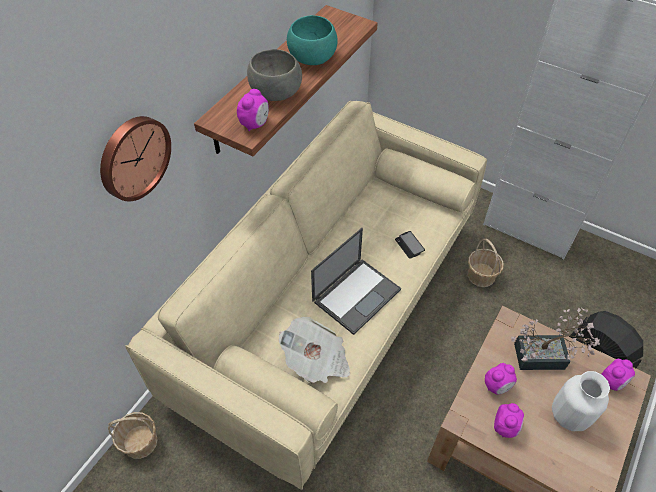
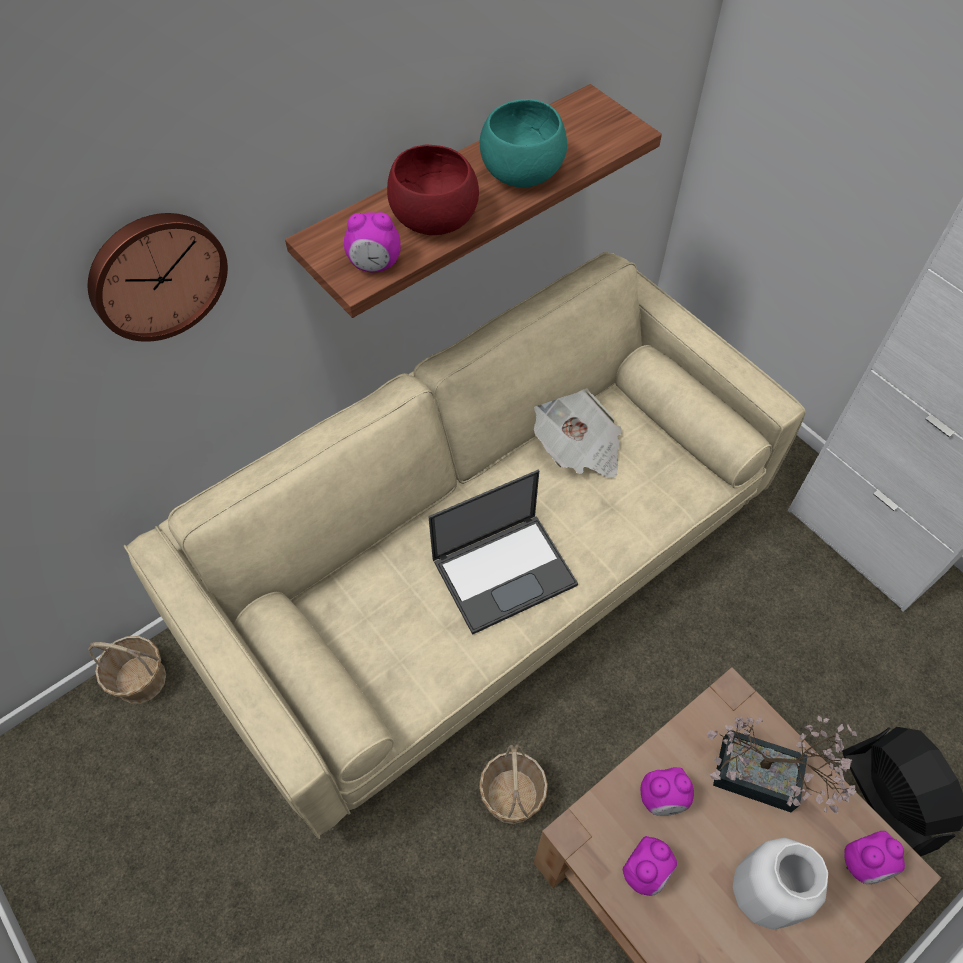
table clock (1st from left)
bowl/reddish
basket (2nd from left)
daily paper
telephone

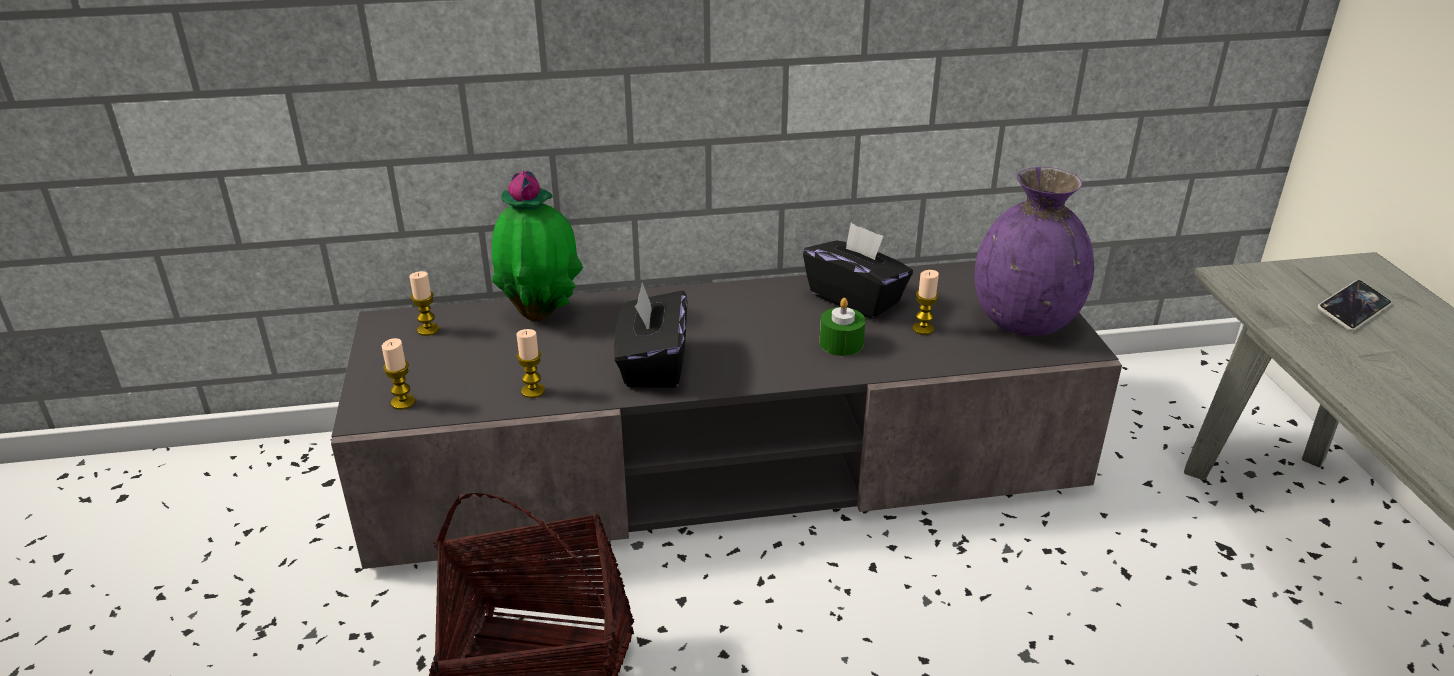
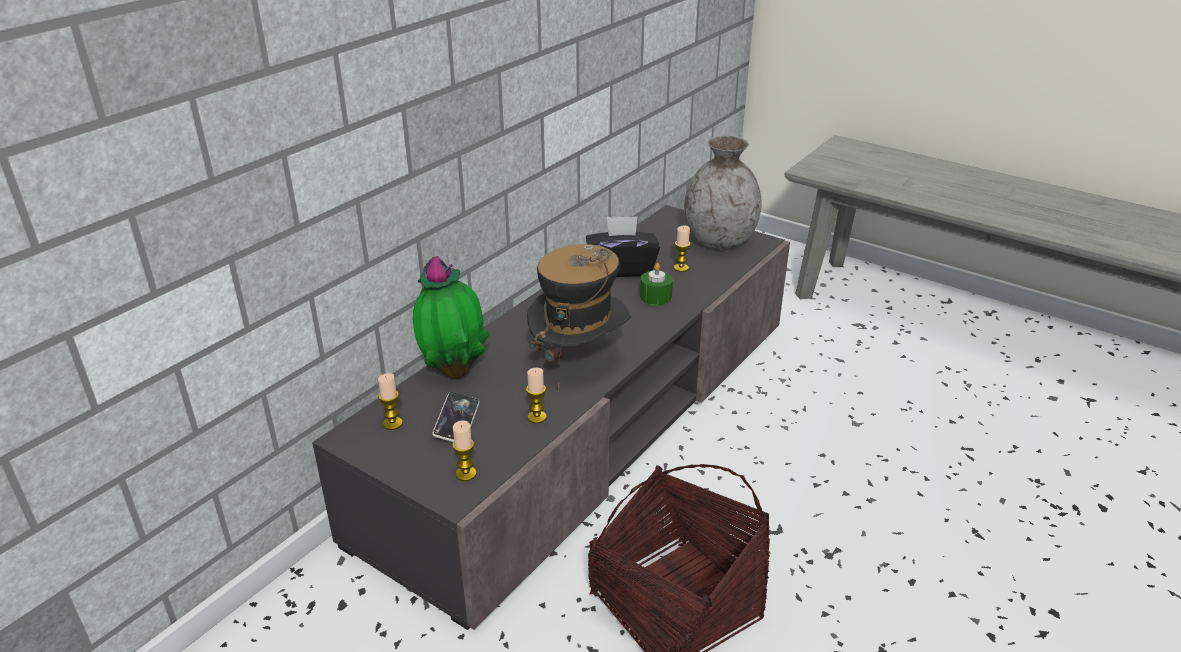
telephone
wearable hat
flower vase/gray

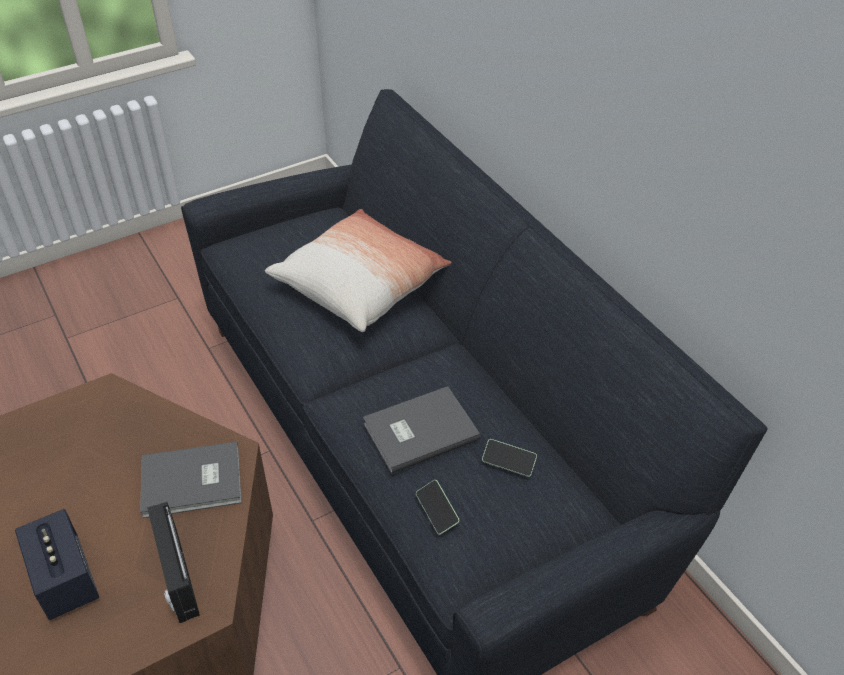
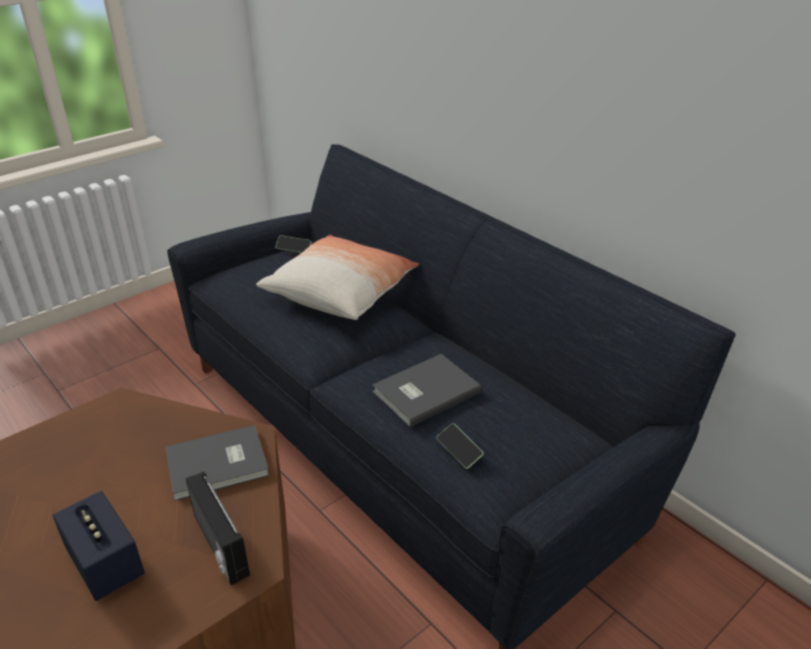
telephone (1st from left)

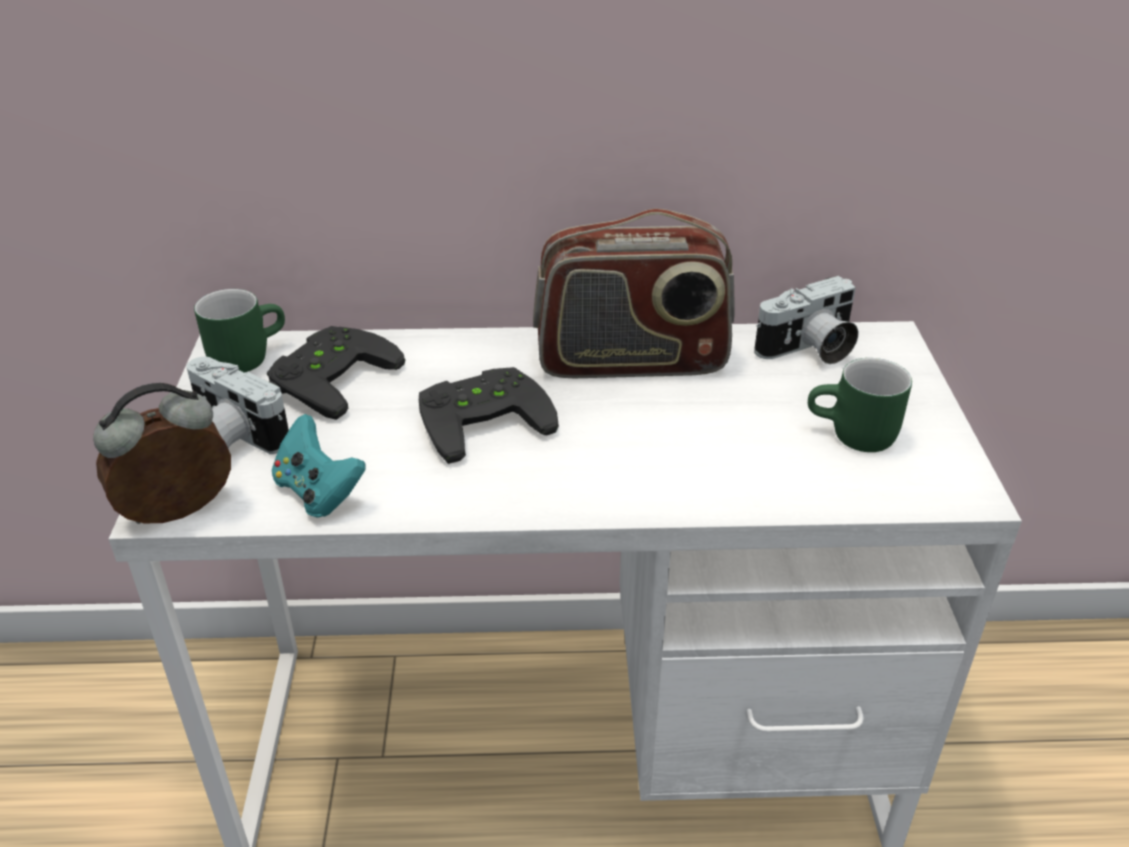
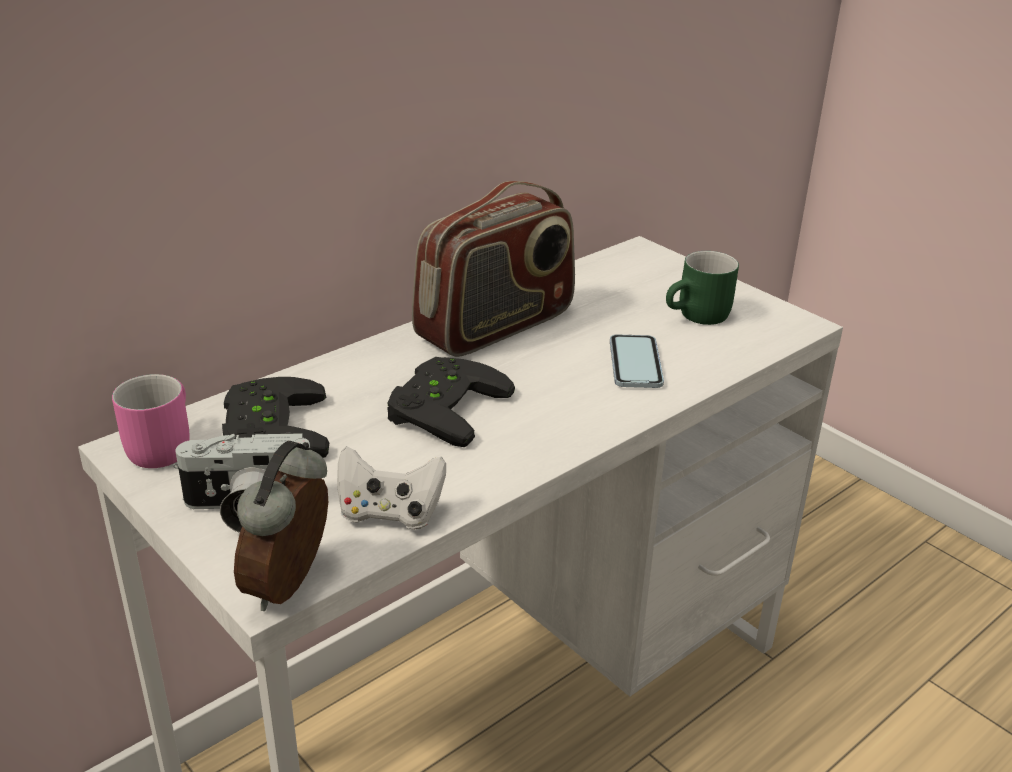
coffee mug/pinkish
joypad/white
telephone
photo camera (2nd from left in the first image)

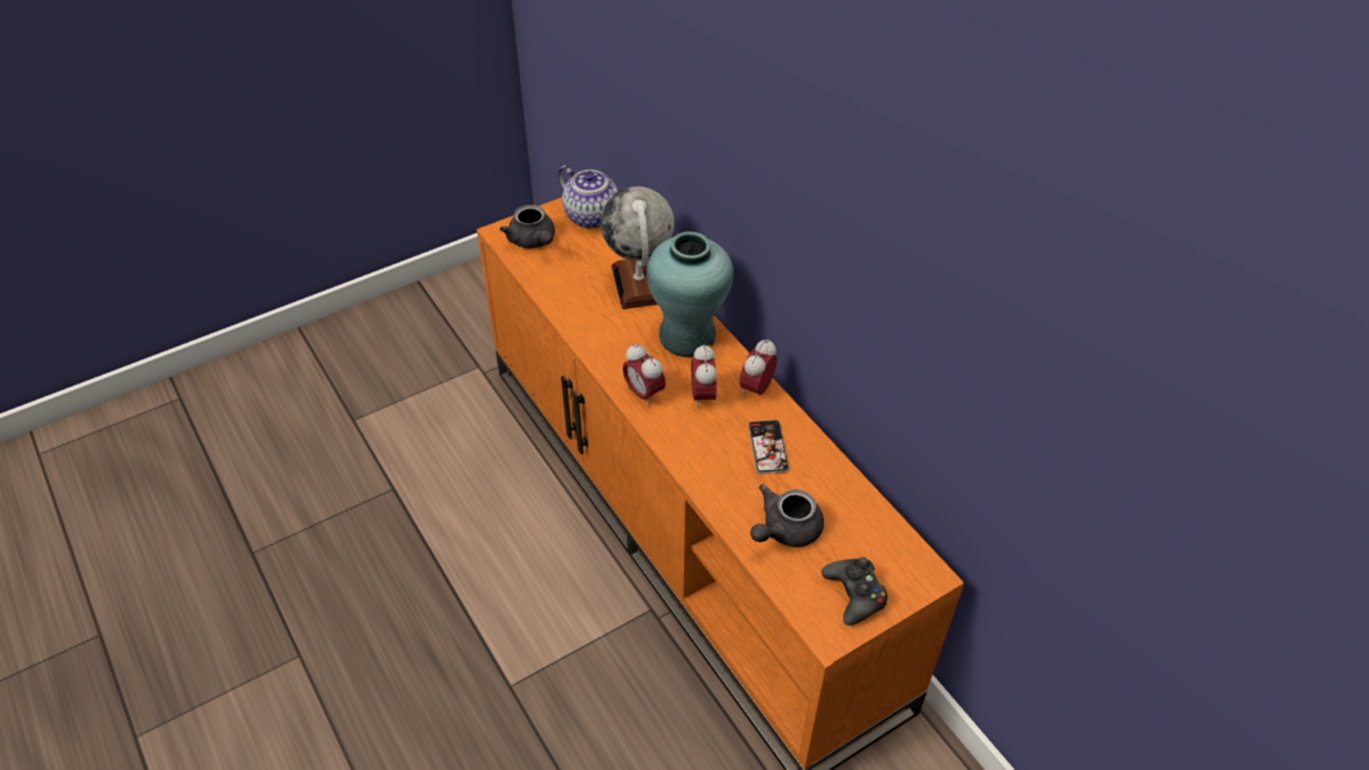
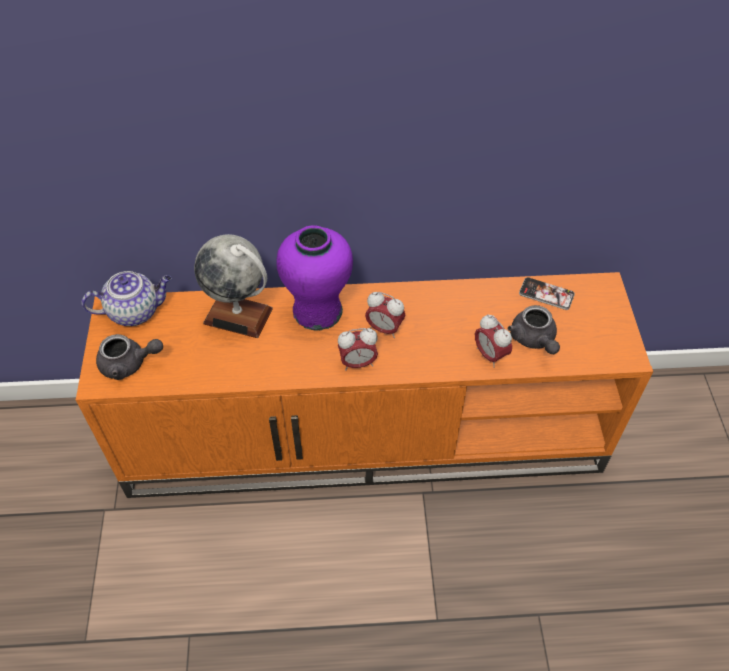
flower vase/purplish
table clock (3rd from left)
telephone
joypad/black-coloured

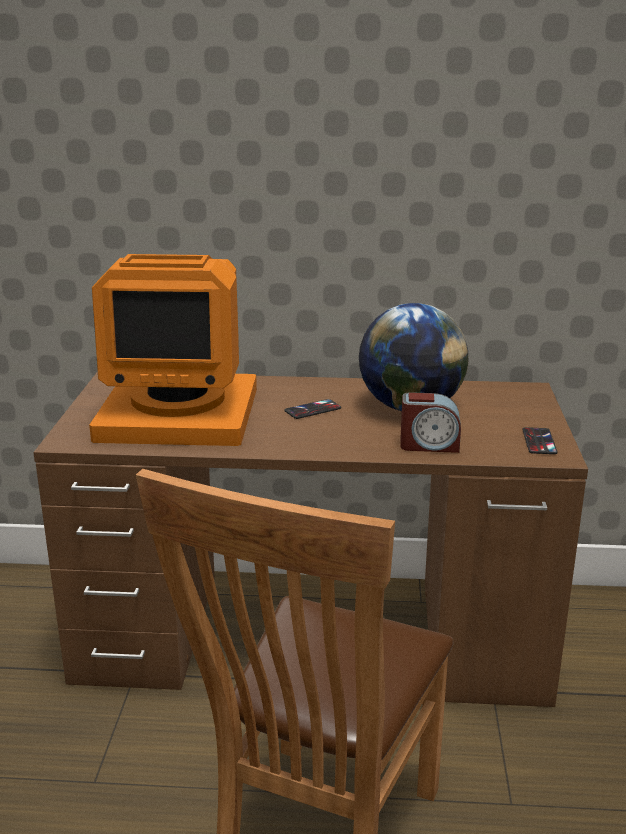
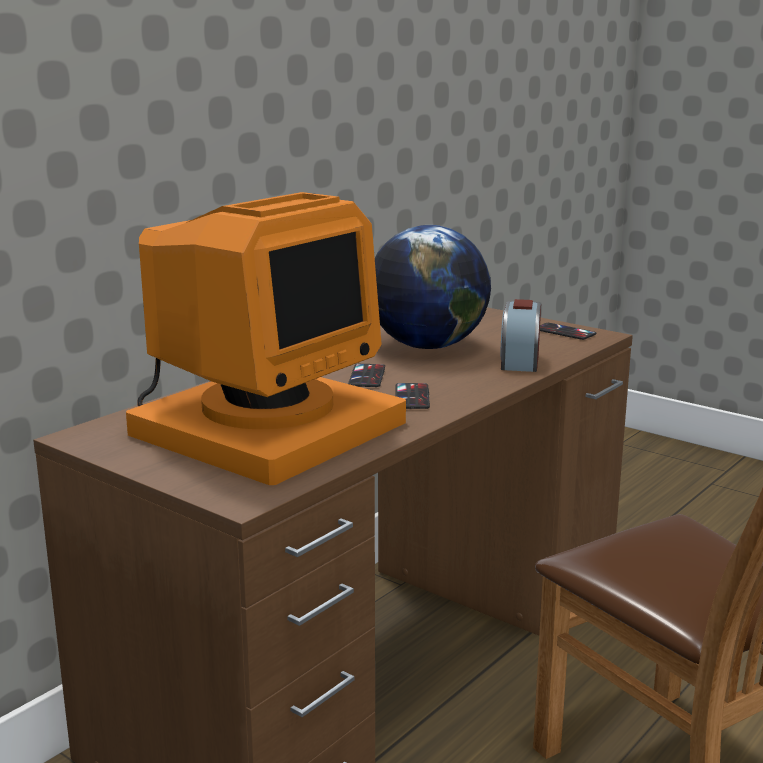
telephone (2nd from left)
table clock

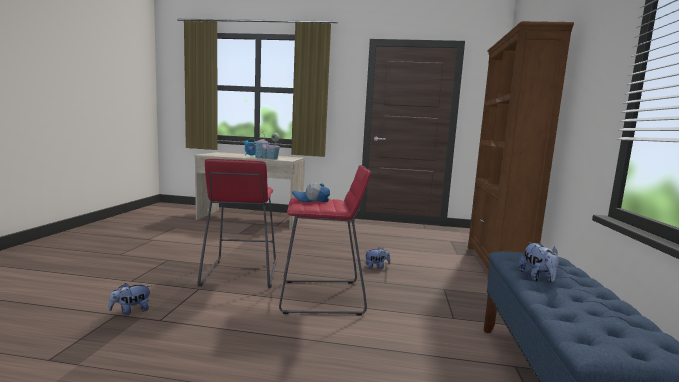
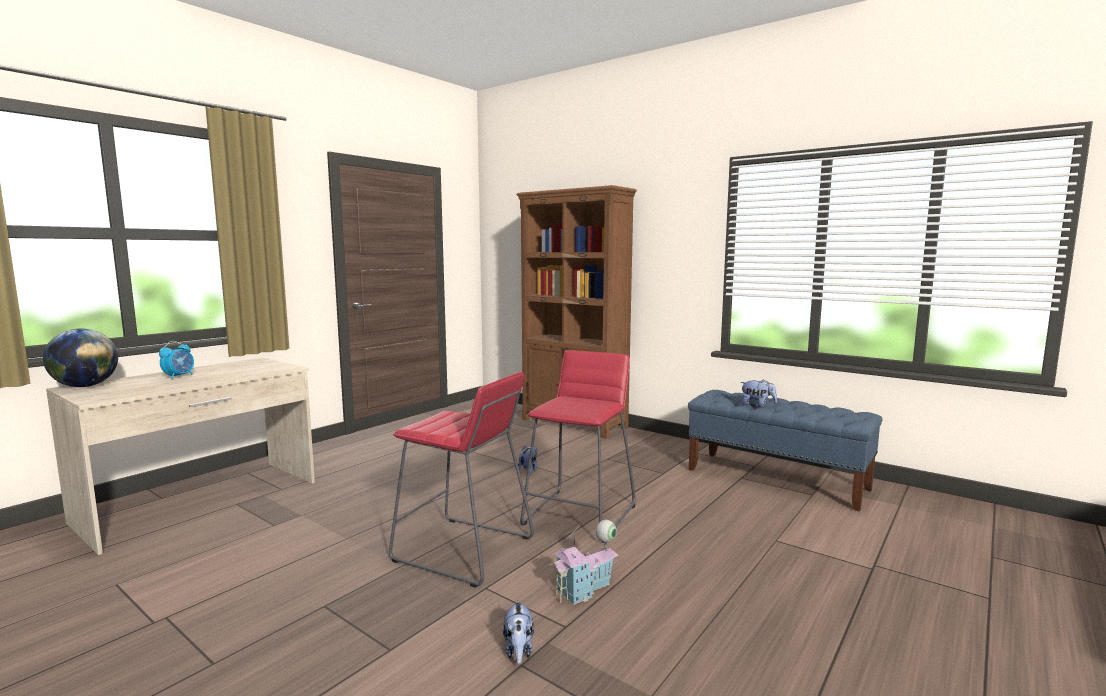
globe
model house
peaked cap

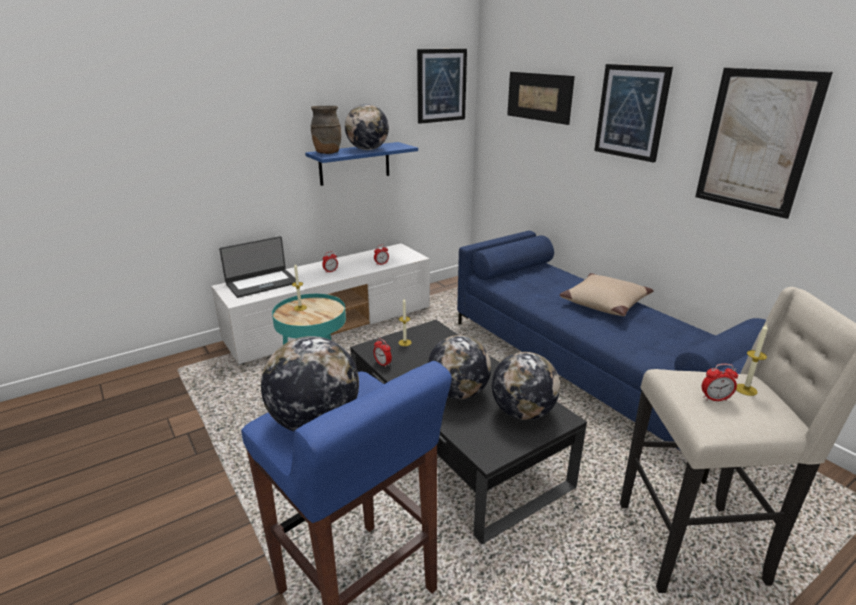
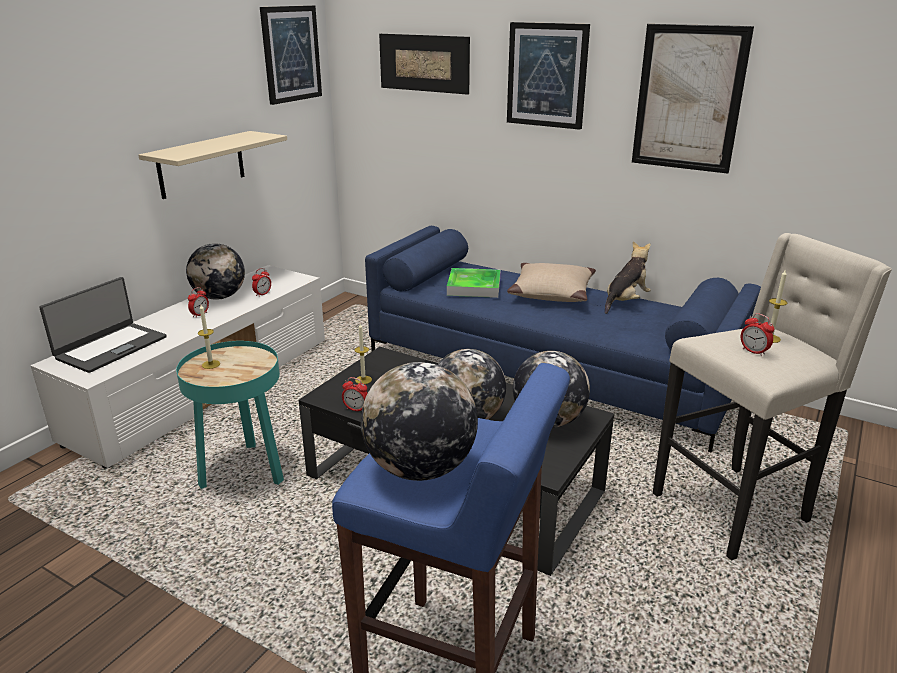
shelf/beige
globe (1st from left)
carrying tray
plush toy
table clock (4th from left)
flower vase/brownish

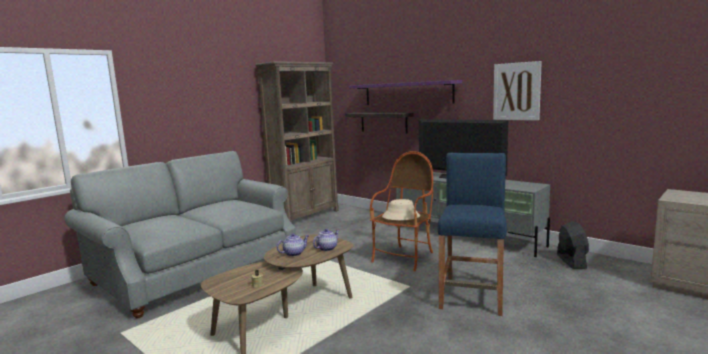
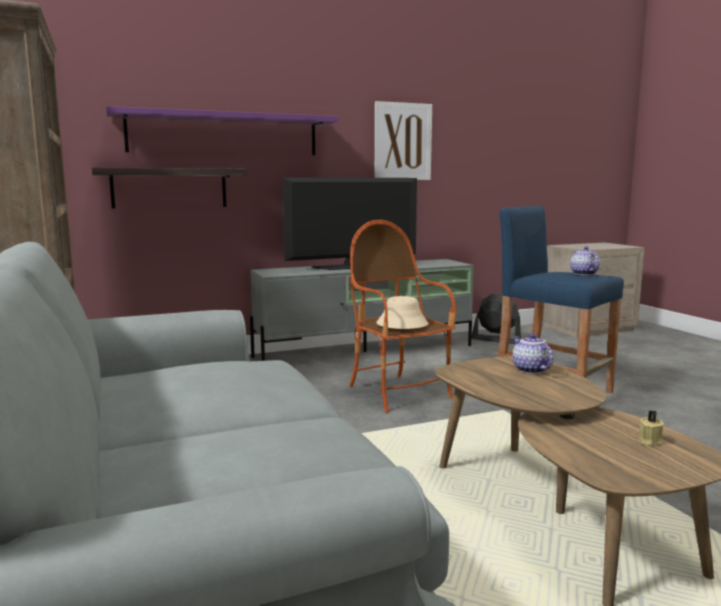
pot for tea (2nd from left)

